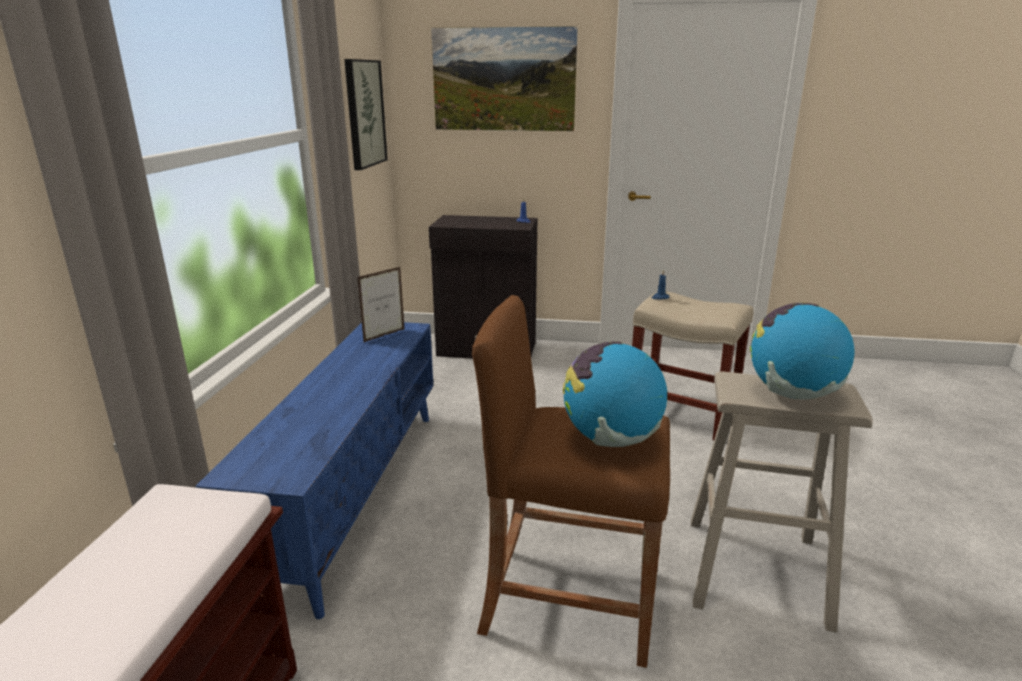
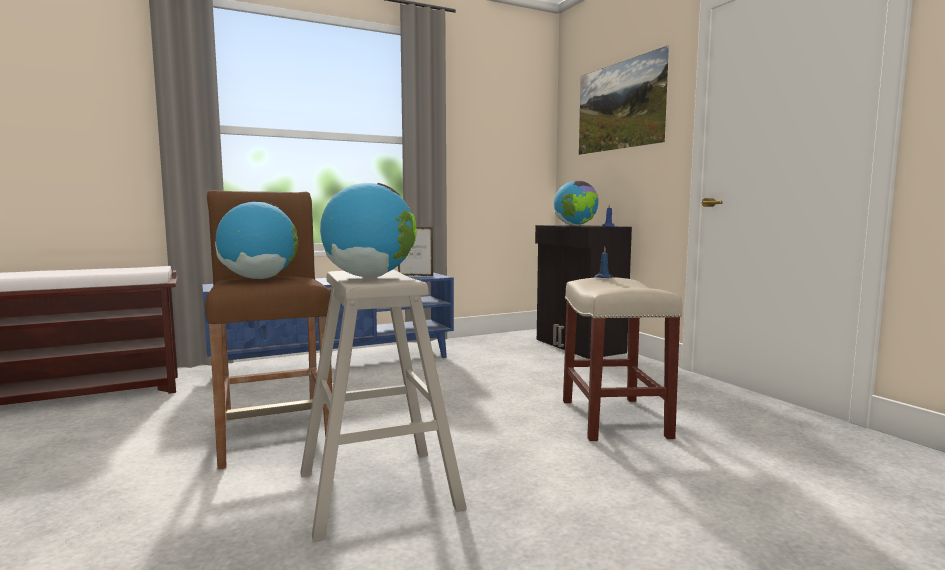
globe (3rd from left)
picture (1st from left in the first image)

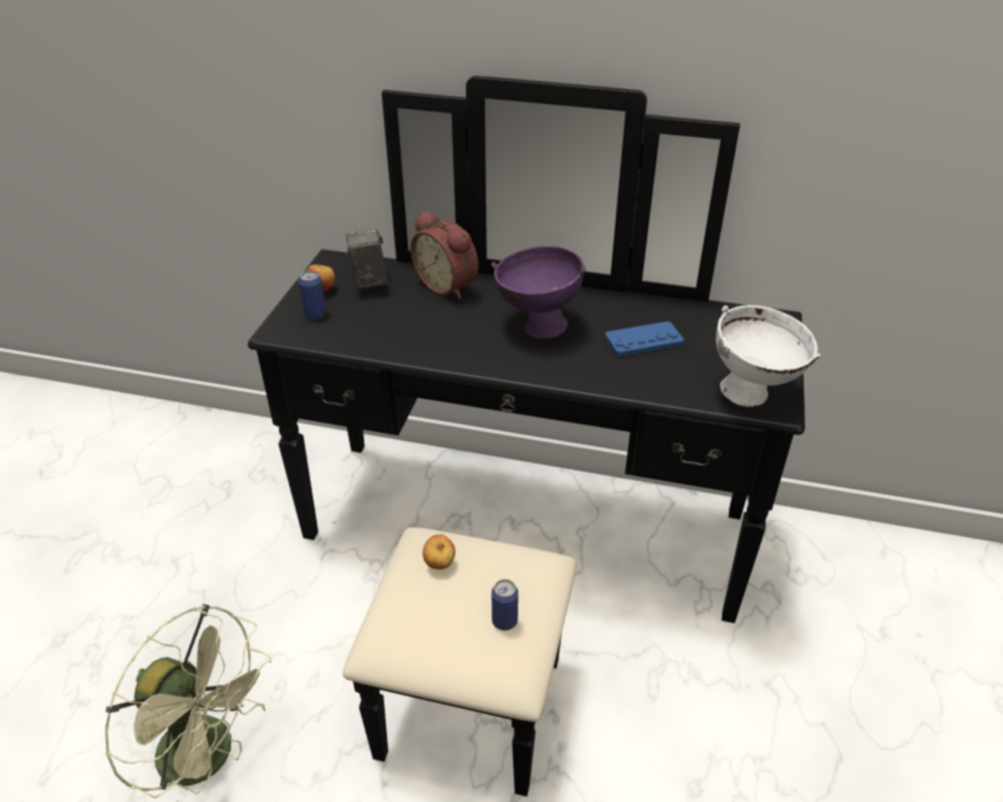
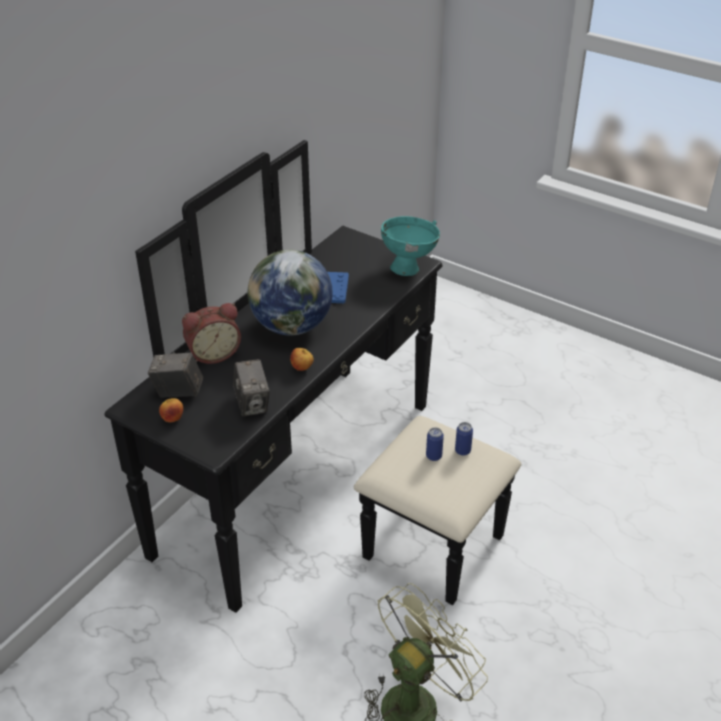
photo camera (2nd from left)
globe
apple fruit (2nd from left)
bowl/turquoise
can (1st from left)

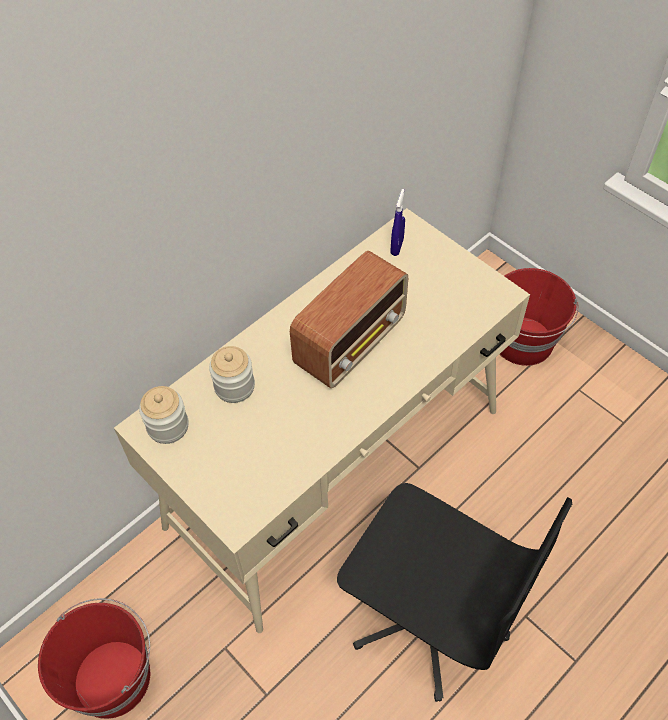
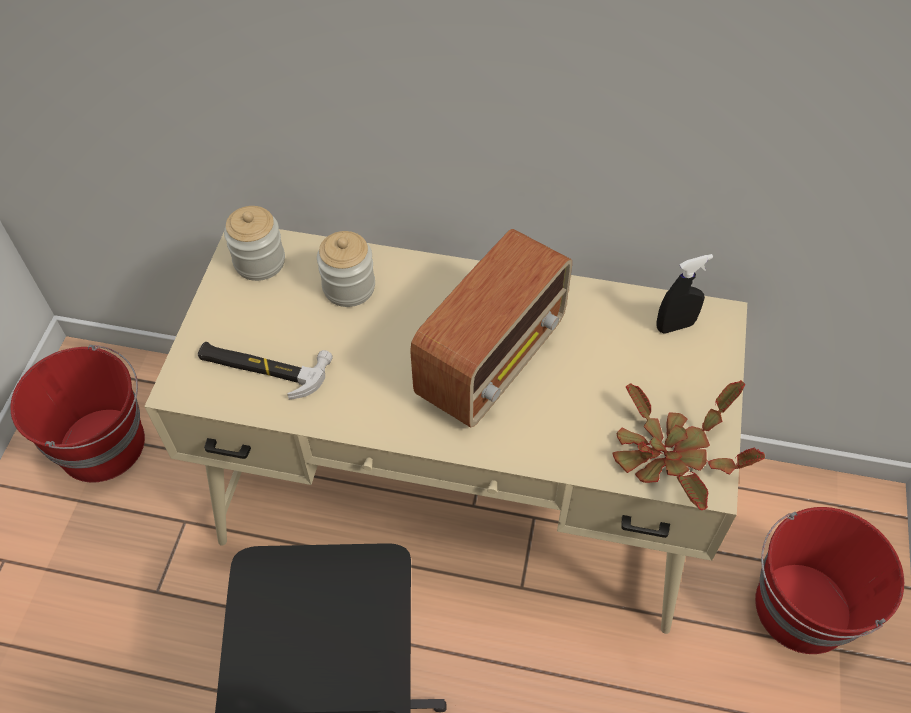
tool hammer
radio set
plant in a pot
spray bottle/black-coloured

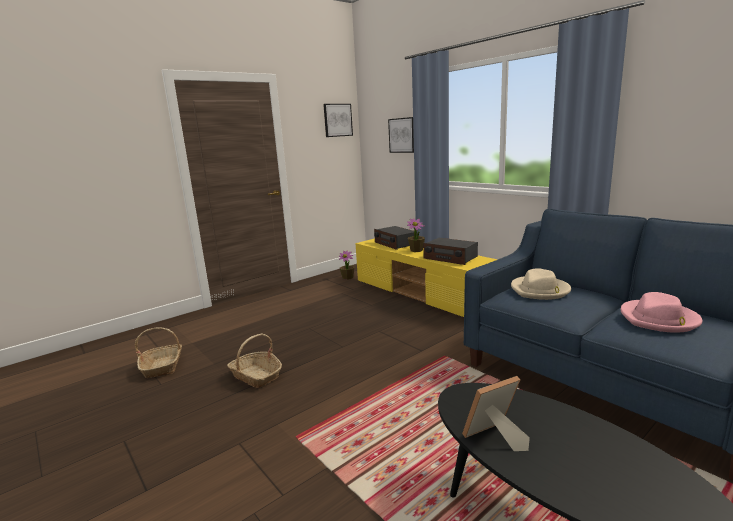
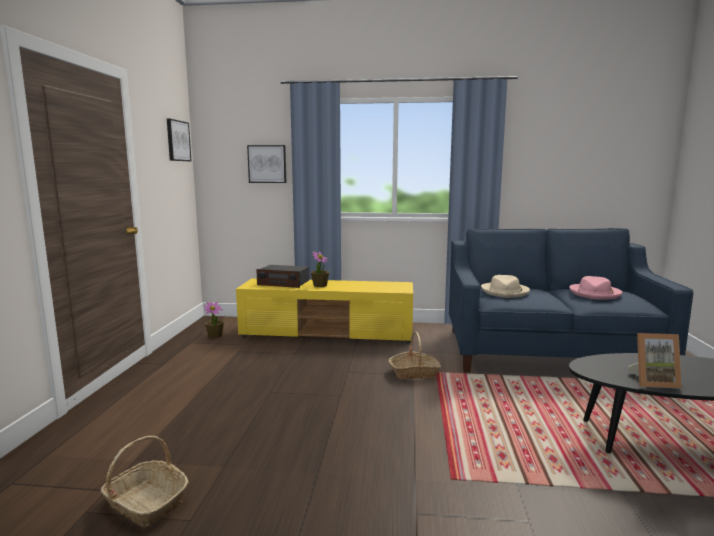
basket (2nd from left)
picture frame
radio set (2nd from left in the first image)

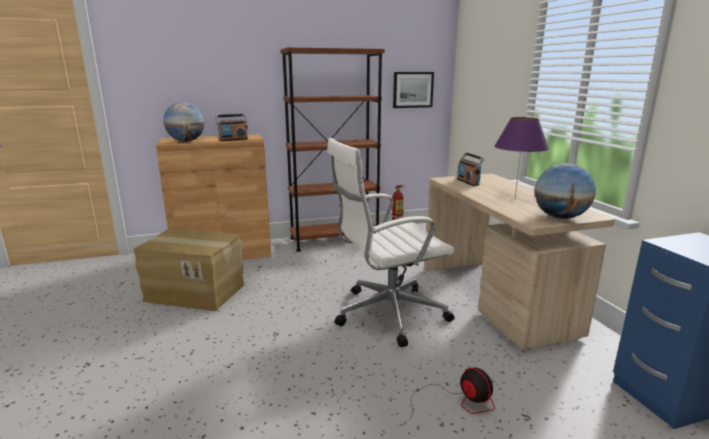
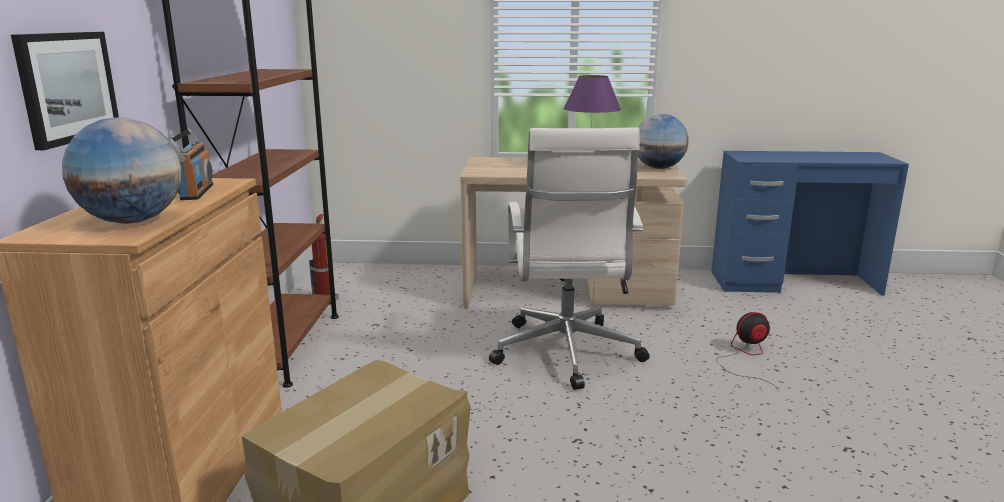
picture
radio set (2nd from left in the first image)

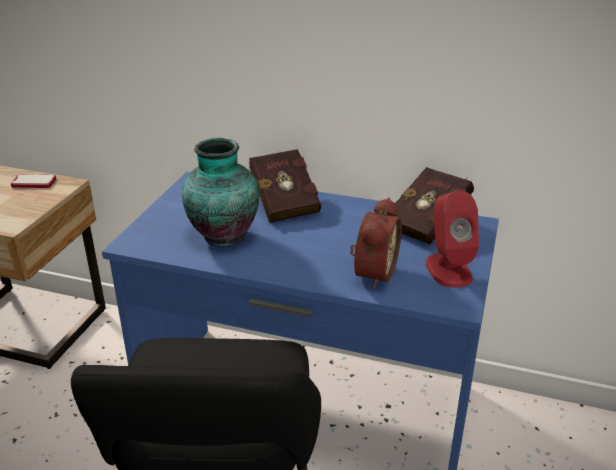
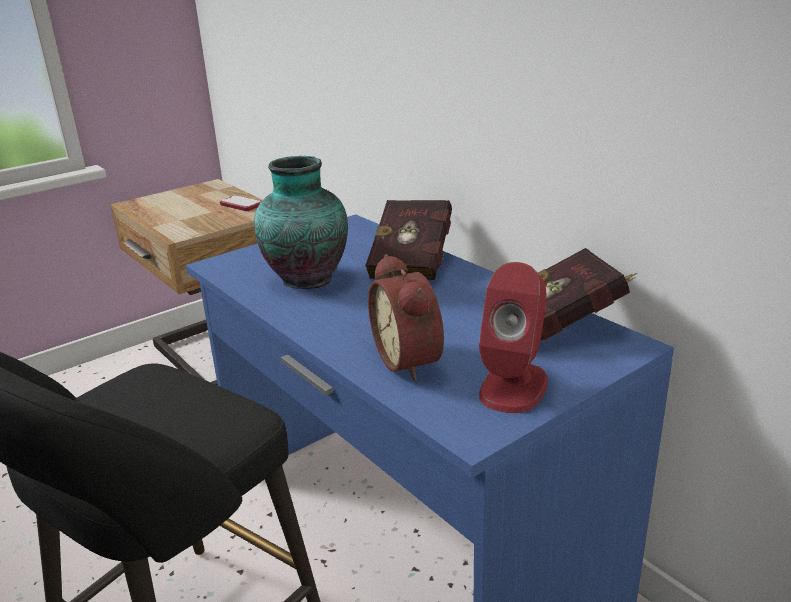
table clock

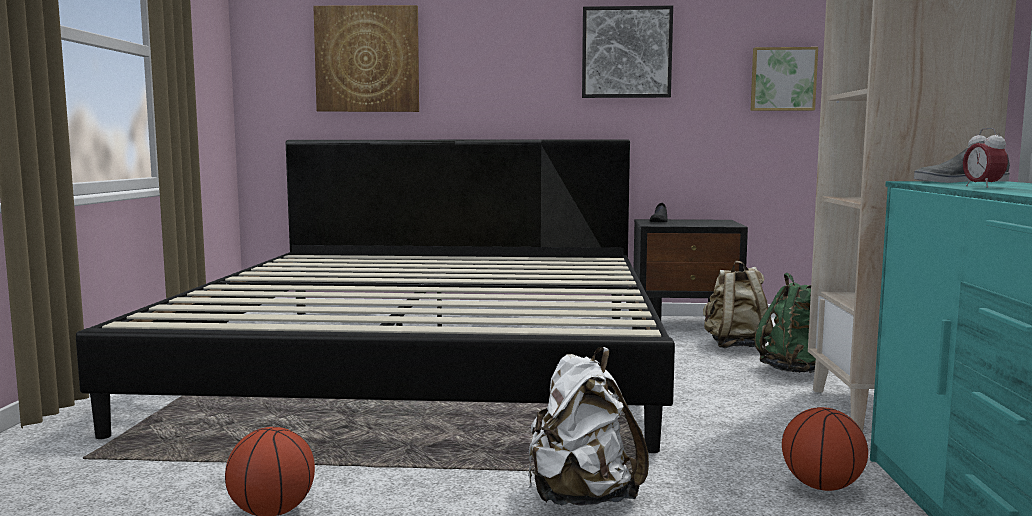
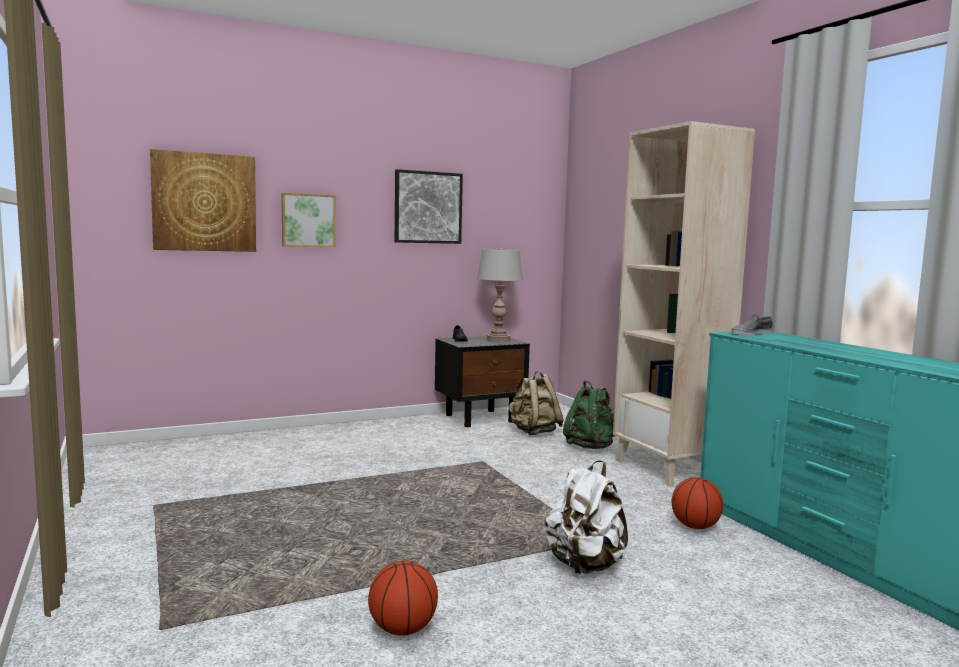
picture (2nd from left)
tabletop lamp/gray
sleeping bed
table clock

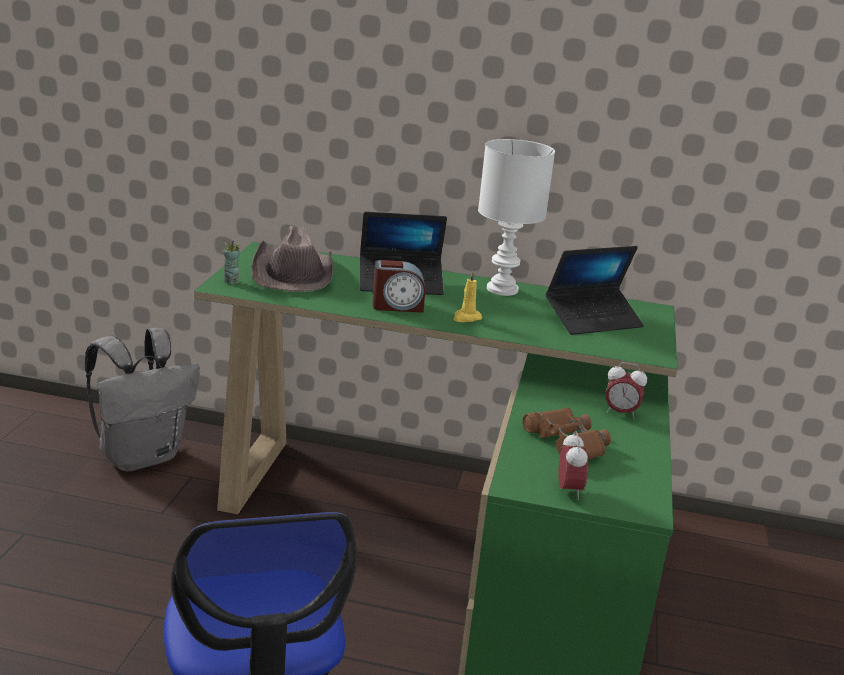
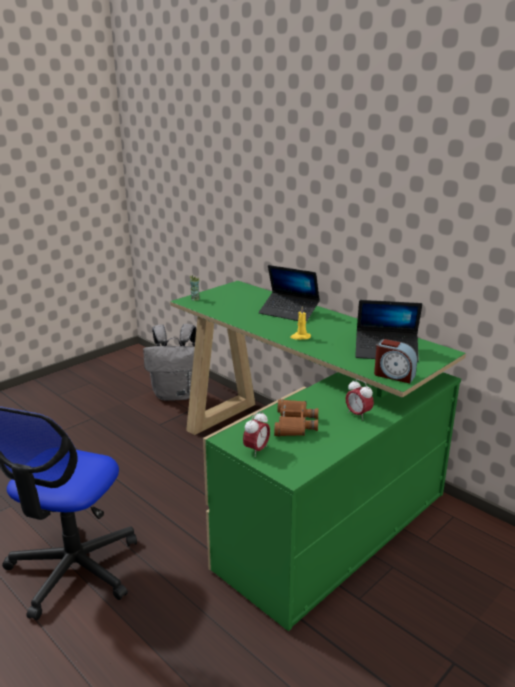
table clock (3rd from left)
wearable hat/brownish
tabletop lamp/white

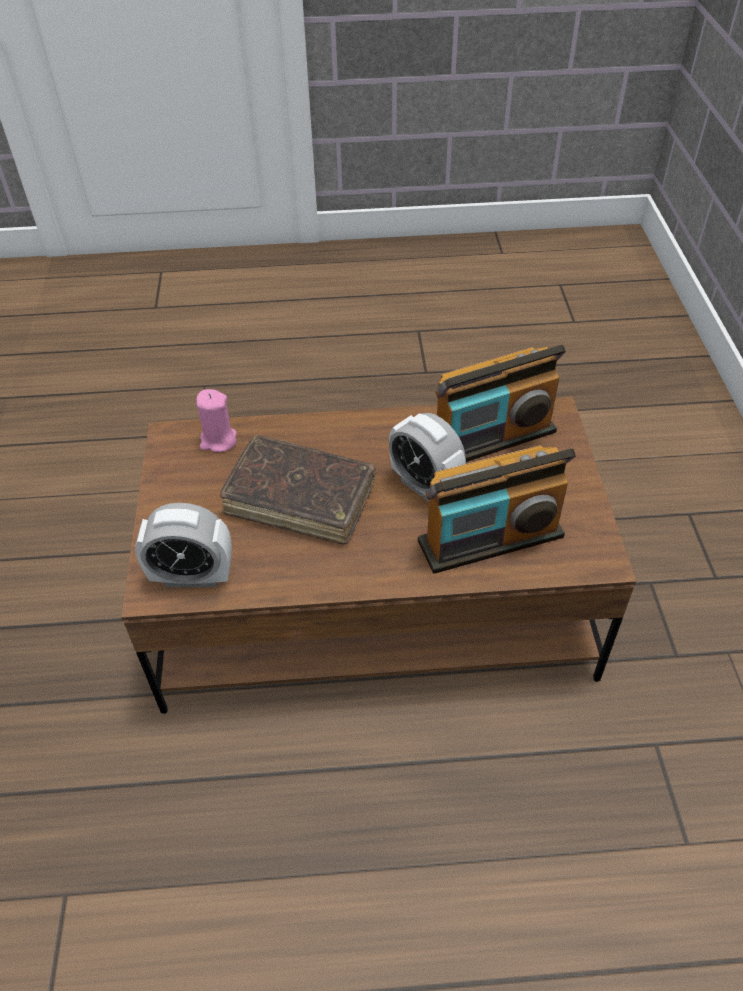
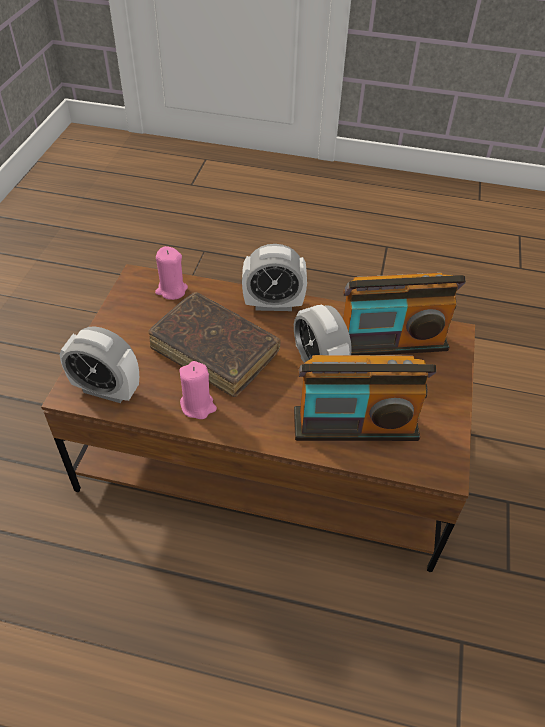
wax candle/pinkish (2nd from left)
table clock (2nd from left)

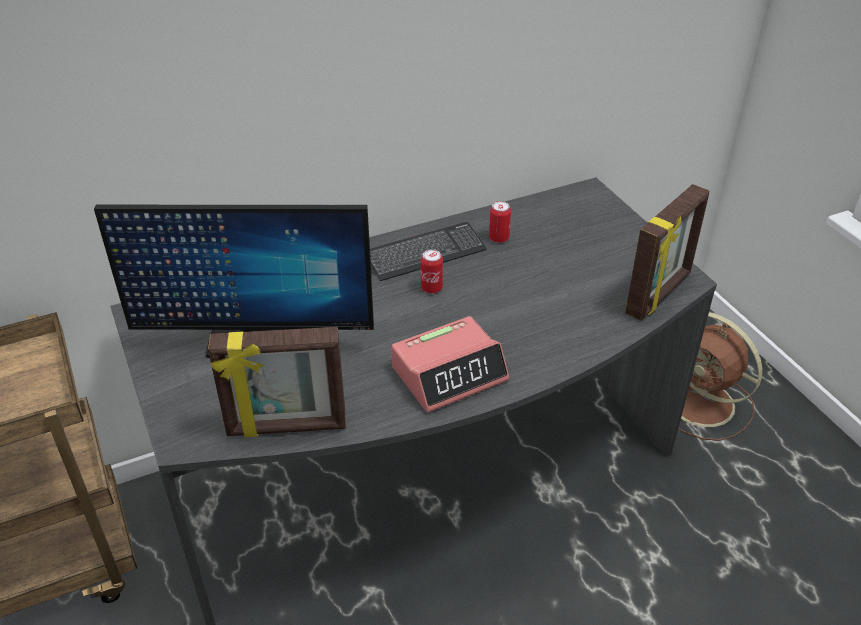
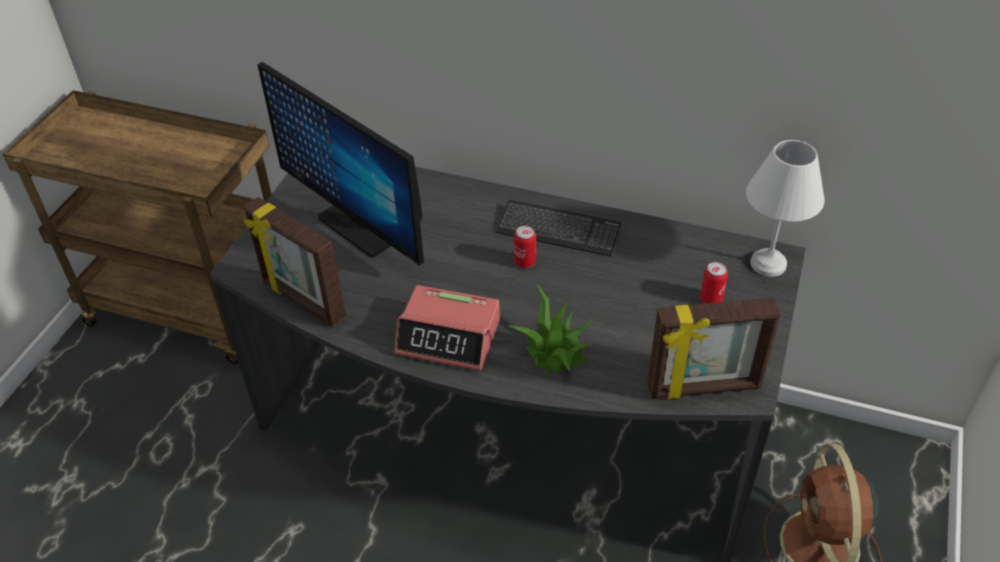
plant in a pot
can (2nd from left)
tabletop lamp/white

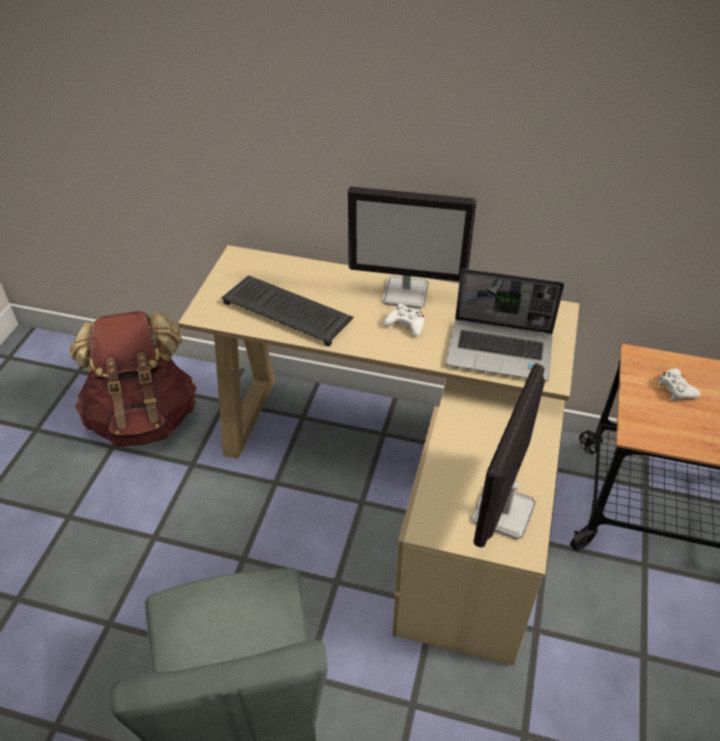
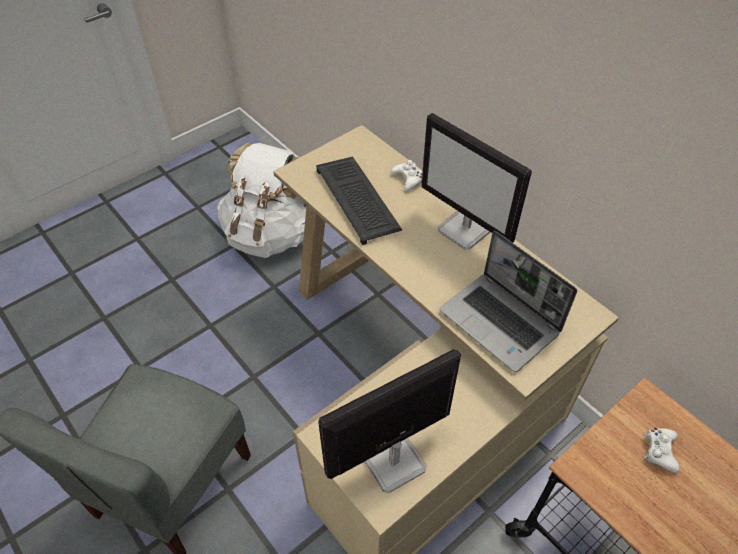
backpack/white
joypad/white (1st from left)

